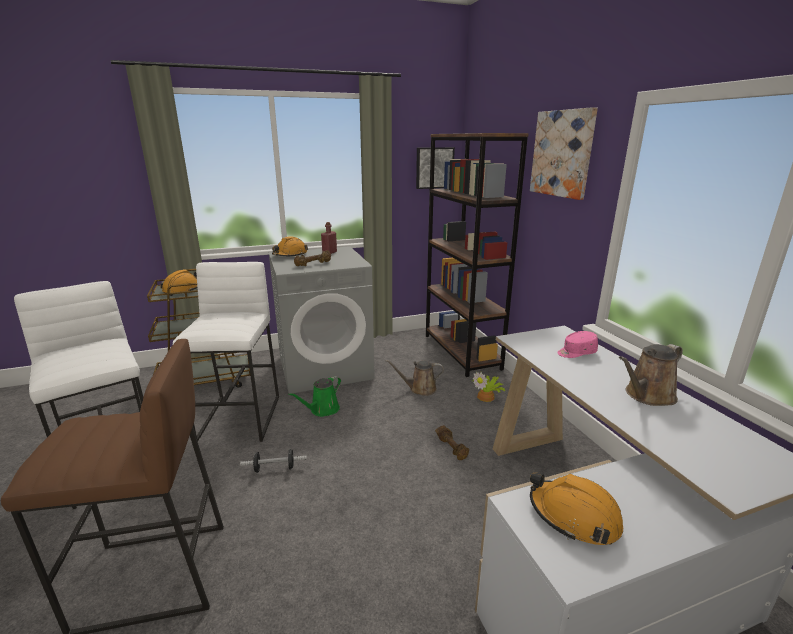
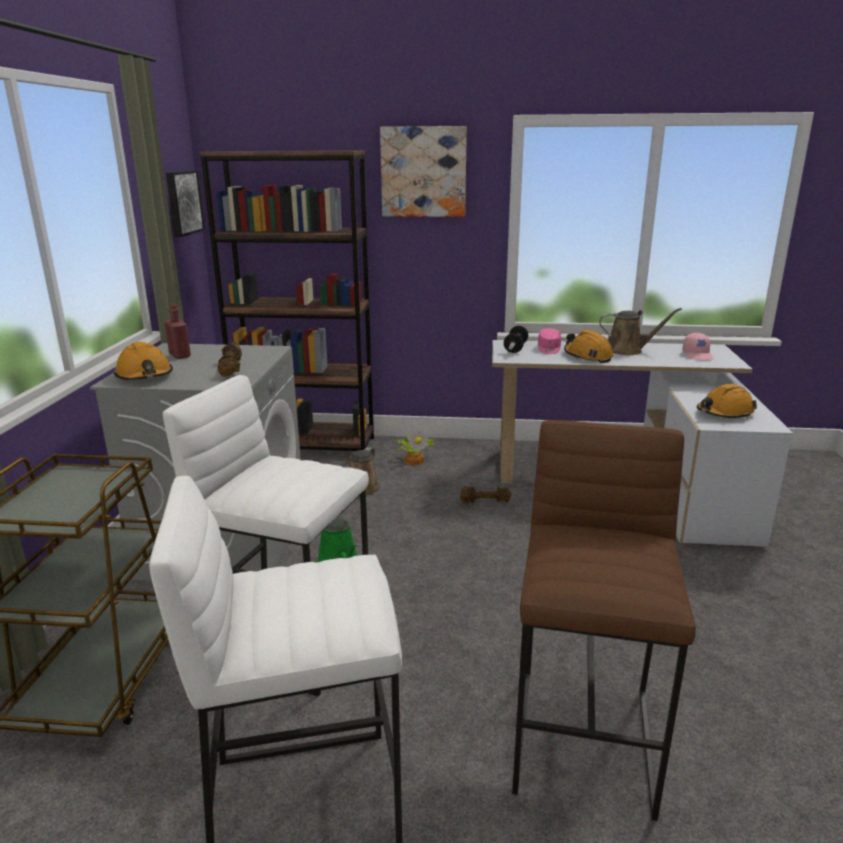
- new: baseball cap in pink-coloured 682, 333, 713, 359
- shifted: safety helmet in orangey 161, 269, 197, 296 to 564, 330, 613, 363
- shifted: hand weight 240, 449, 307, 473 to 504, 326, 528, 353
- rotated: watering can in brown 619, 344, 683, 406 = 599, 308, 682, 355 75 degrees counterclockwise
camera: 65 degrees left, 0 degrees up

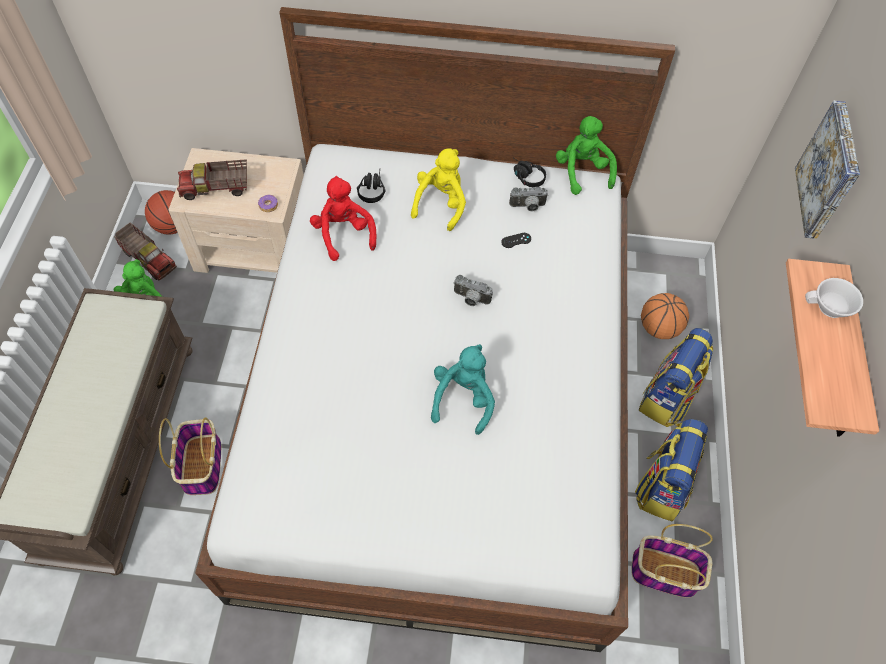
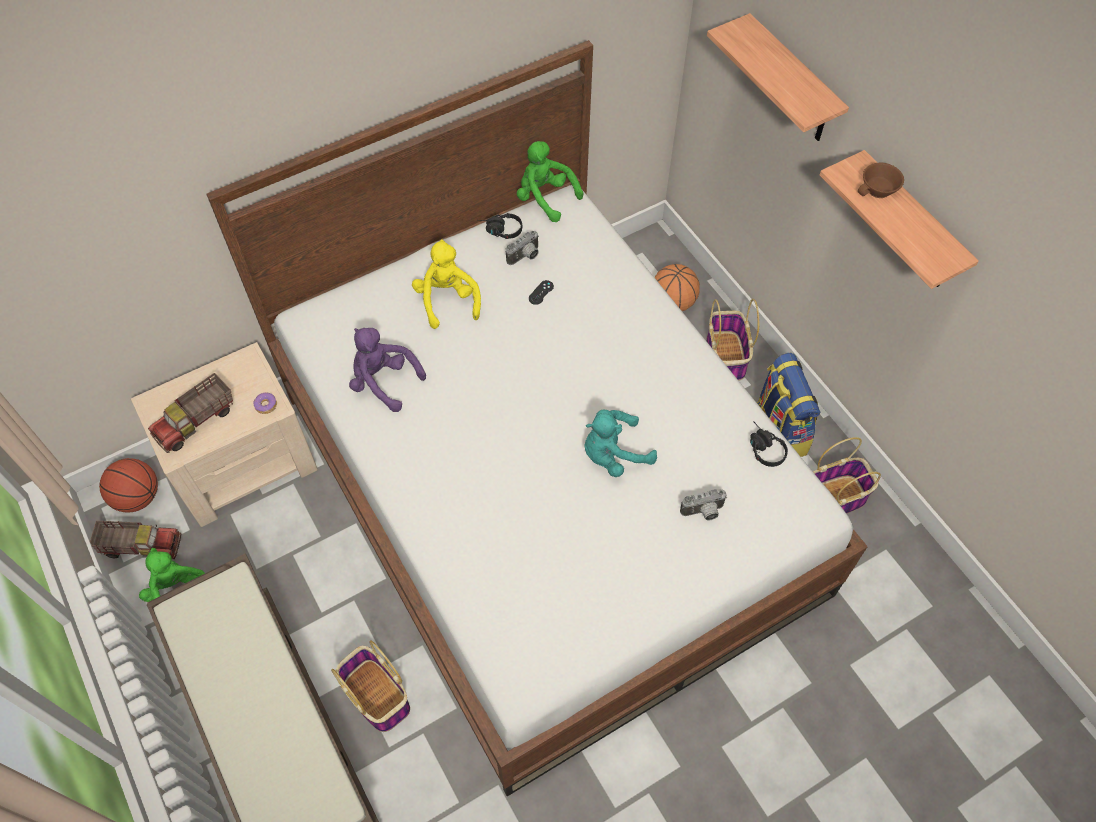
- shifted: headset in black 357, 171, 385, 203 to 750, 421, 788, 467
- shifted: still camera 453, 275, 493, 306 to 680, 489, 727, 521
- swapped: rucksack 639, 328, 713, 427 to storage basket 706, 299, 759, 381
- swapped: wall picture 795, 101, 860, 239 to bracket shelf 707, 13, 849, 141
- repainted: plush toy in reddish 310, 176, 377, 261 to plush toy in purple 349, 328, 426, 412
- repainted: cup in whitish 805, 278, 863, 318 to cup in brown 858, 163, 904, 198
- rotated: plush toy in blue-green 431, 344, 495, 435 = 584, 410, 657, 477 90 degrees counterclockwise
camera: 35 degrees left, 0 degrees up

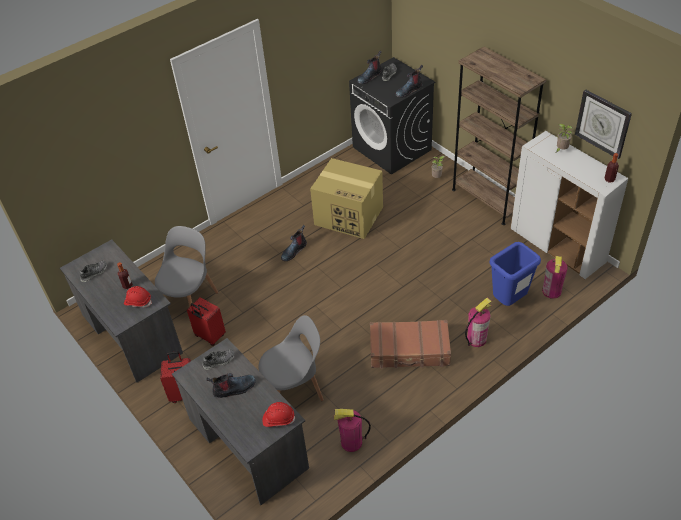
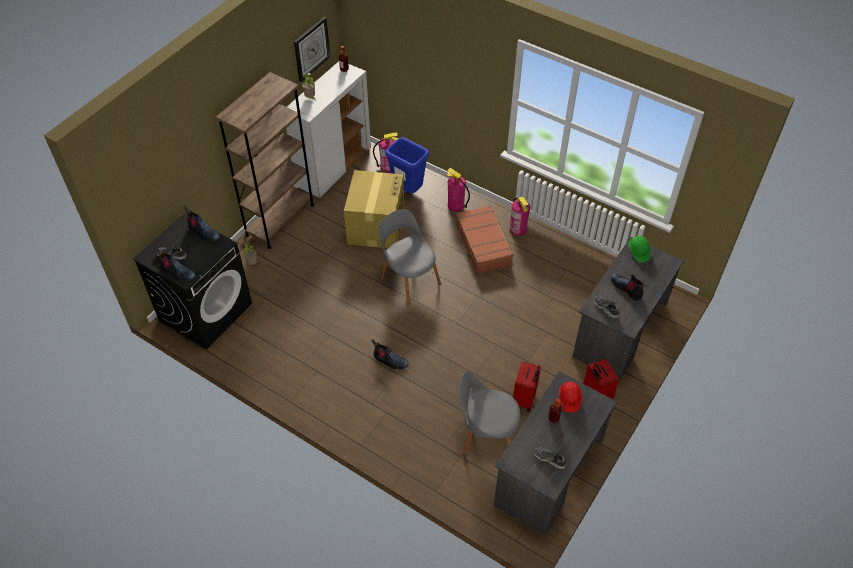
- shifted: upright chair in greyish 258, 315, 324, 401 to 378, 209, 441, 306
- shifted: carton 310, 158, 383, 239 to 344, 170, 404, 248
- shifted: fire extinguisher 334, 409, 371, 452 to 510, 197, 530, 236
- repainted: safety helmet in reddish 262, 402, 295, 427 to safety helmet in greenish 628, 236, 651, 262
camera: 110 degrees left, 5 degrees up

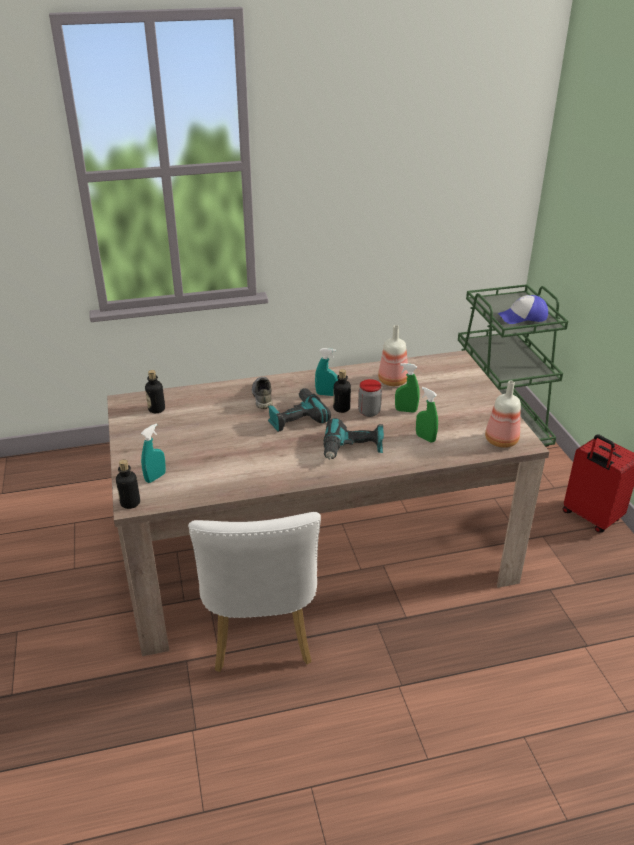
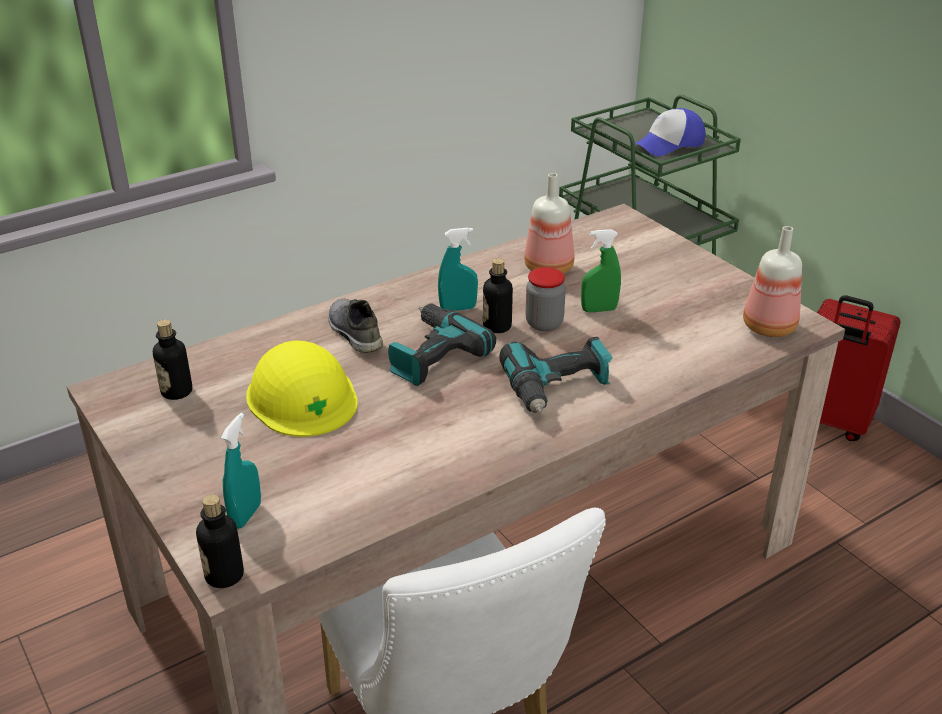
- gone: spray bottle in greenish 416, 387, 438, 443
- new: safety helmet in yellowish 246, 341, 358, 437
camera: 20 degrees left, 0 degrees up

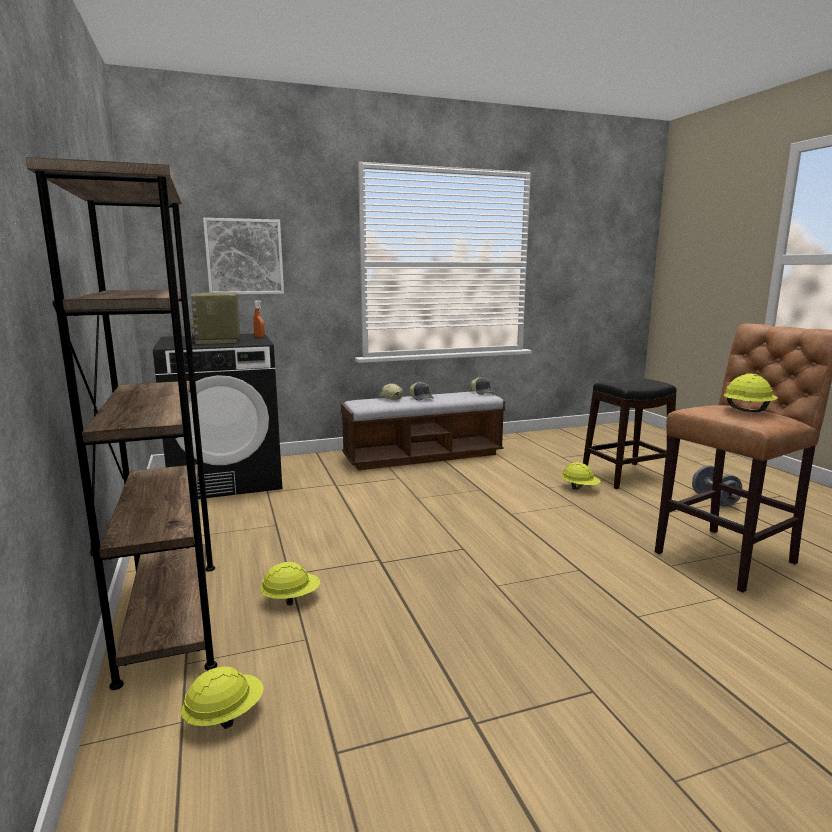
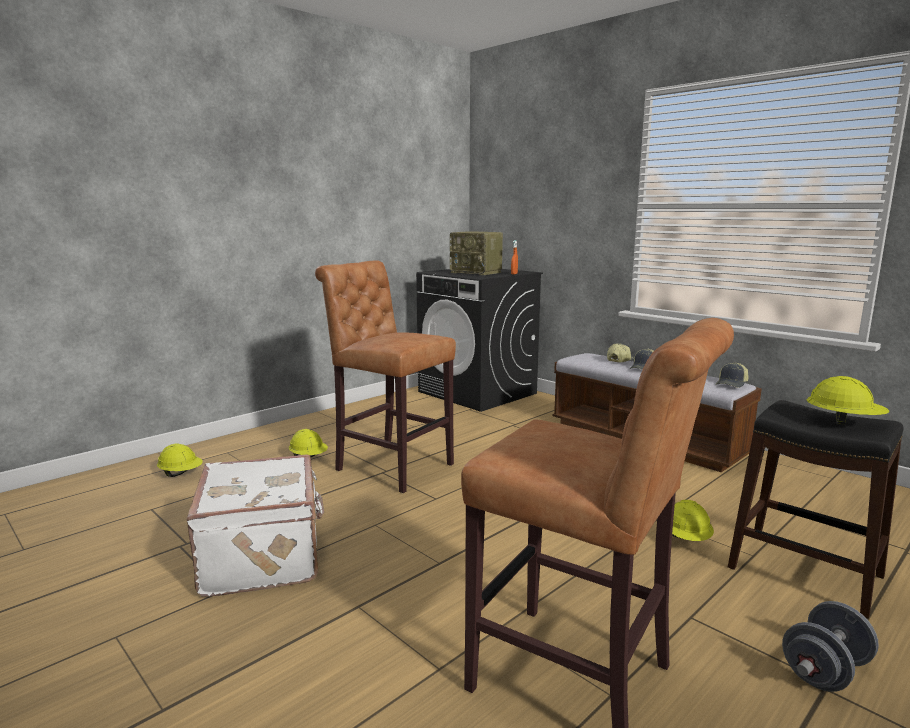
- gone: shelving unit in brown 26, 157, 217, 690
- gone: wall picture 203, 218, 284, 294
- new: piece of luggage in whitish 186, 454, 324, 597
- new: sitting stool in brown 315, 260, 456, 493
- shifted: safety helmet in yellowish 723, 373, 778, 412 to 807, 376, 889, 425
- rotated: radio 191, 292, 240, 344 = 450, 231, 503, 275 105 degrees counterclockwise
camera: 65 degrees right, 0 degrees up

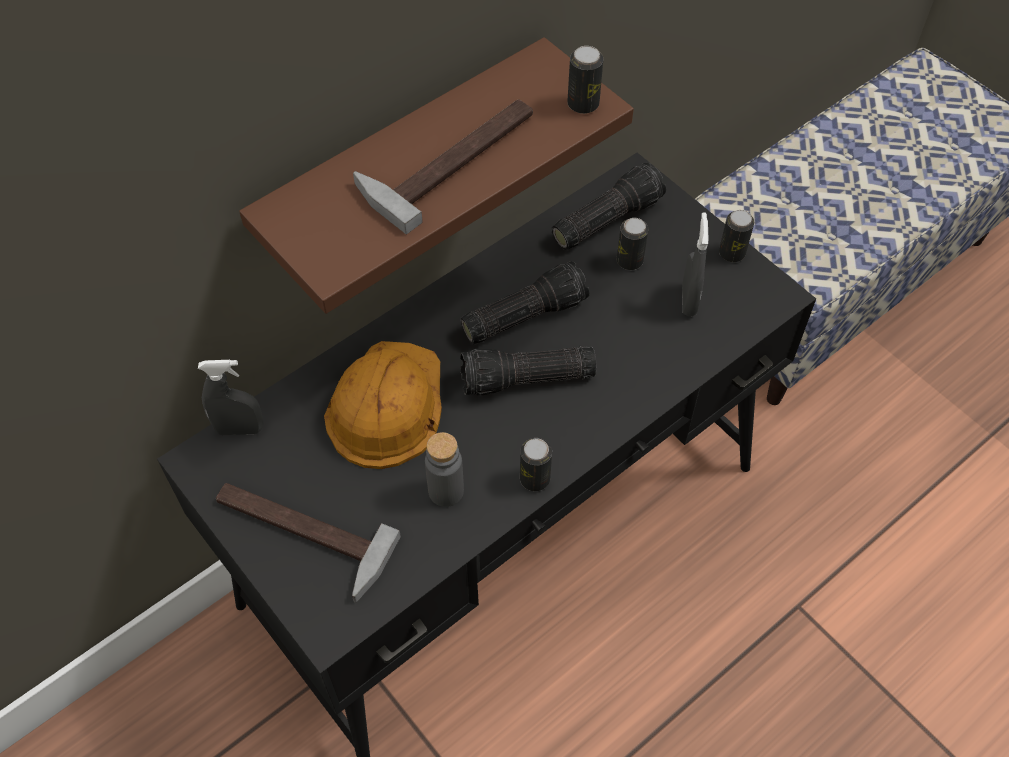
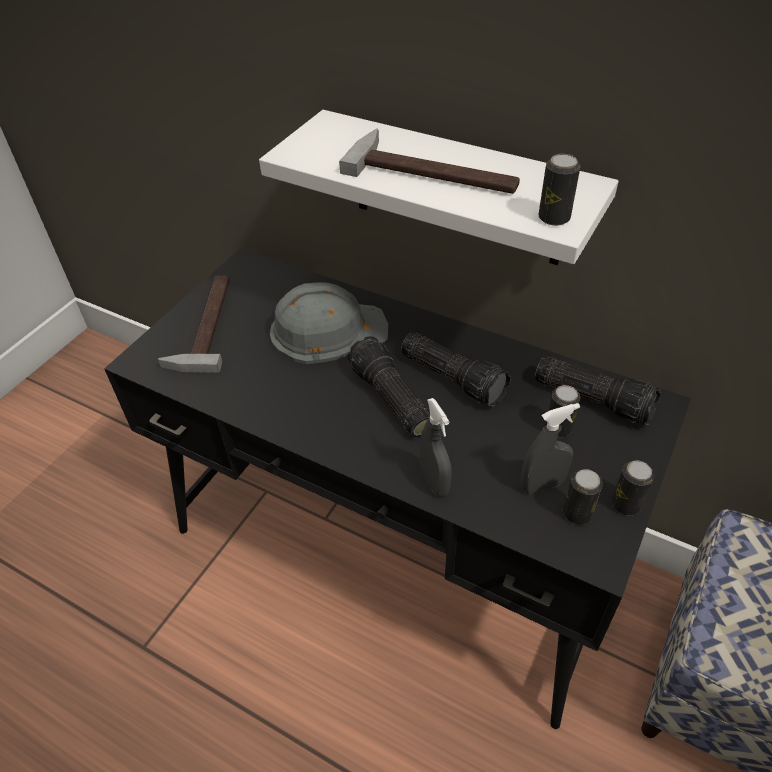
- gone: beverage bottle in greyish 425, 432, 464, 507
- shifted: spray bottle in greyish 198, 360, 263, 435 to 420, 398, 452, 498
- shifted: can 520, 438, 552, 491 to 563, 469, 603, 525
- repainted: bracket shelf in brown 239, 37, 634, 314 to bracket shelf in whitish 259, 110, 619, 265
- repainted: safety helmet in orangey 324, 341, 442, 469 to safety helmet in greyish 270, 282, 388, 364
camera: 70 degrees right, 10 degrees down

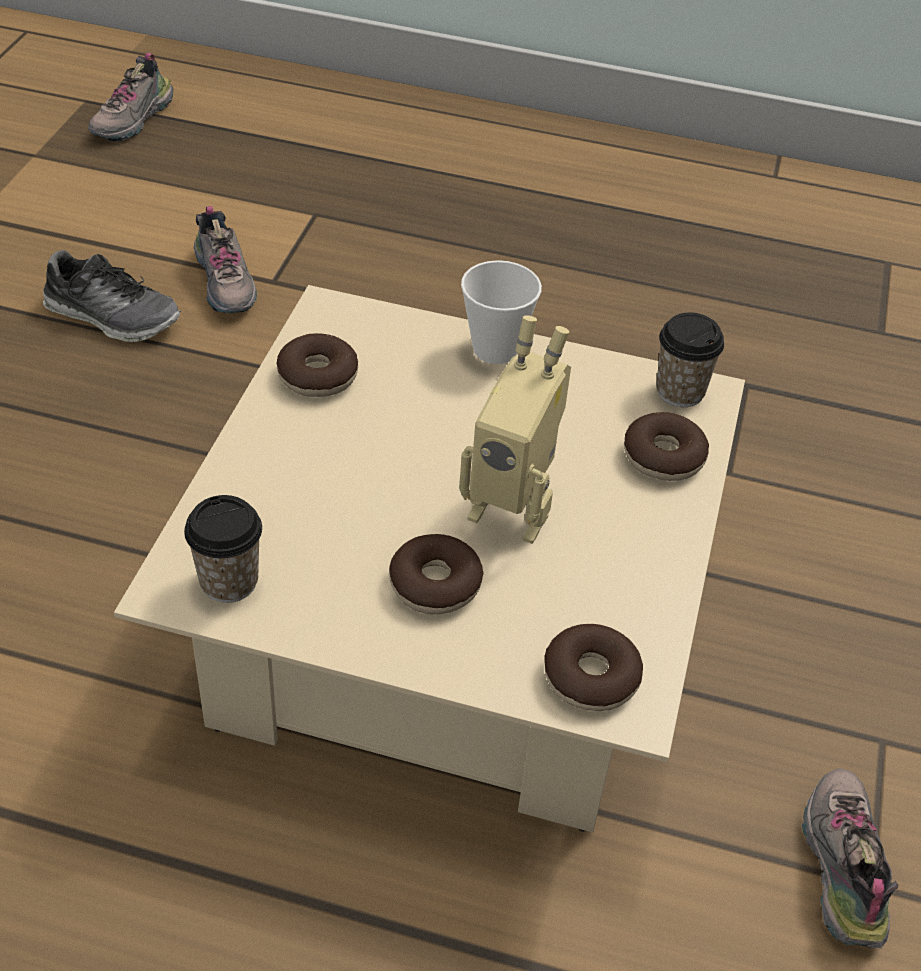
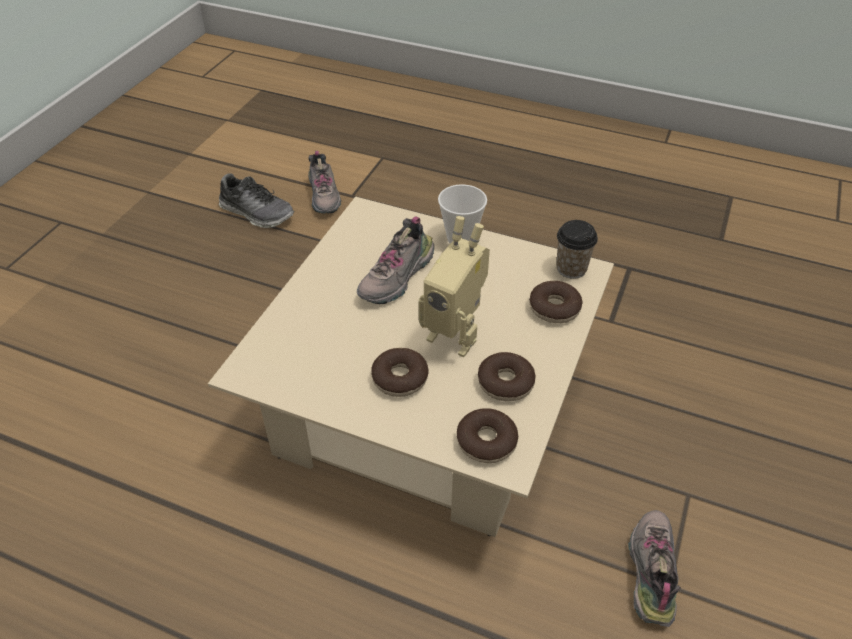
- gone: cup 184, 495, 262, 603
- shifted: shoe 88, 53, 173, 142 to 357, 216, 434, 304
- shifted: doughnut 277, 333, 358, 397 to 478, 352, 536, 401
camera: 10 degrees right, 0 degrees up

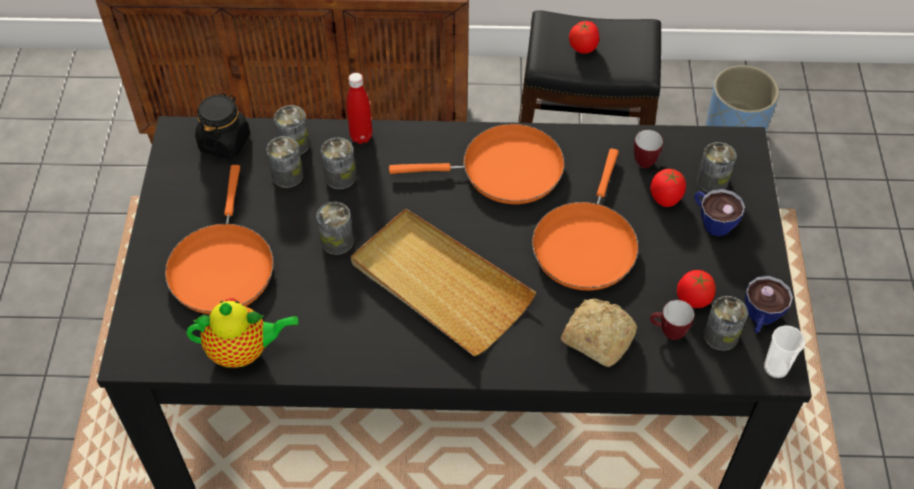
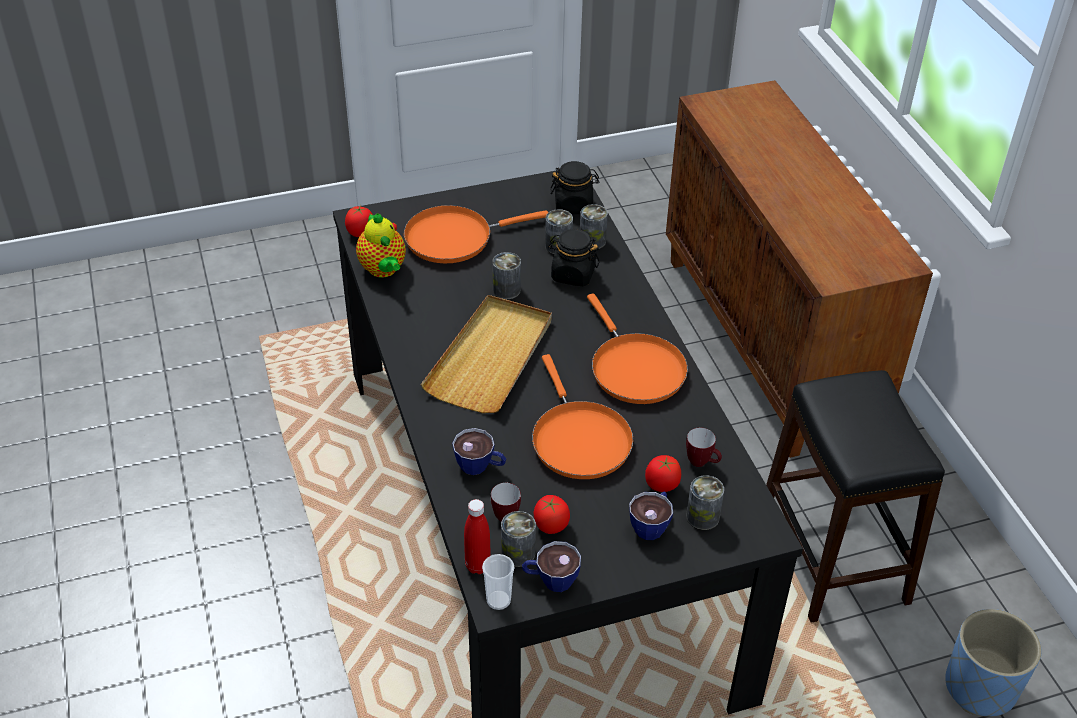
- shifted: beverage bottle in reddish 347, 73, 372, 144 to 464, 499, 491, 574
- shifted: tomato 569, 20, 599, 54 to 345, 205, 373, 237
- swapped: can 321, 138, 356, 189 to preserve jar in black 548, 229, 600, 286
- swapped: baked bread 561, 299, 637, 367 to cup 452, 428, 506, 475
- rotated: pan in orangey 532, 148, 639, 290 = 532, 354, 634, 479 105 degrees counterclockwise
camera: 70 degrees right, 10 degrees down

